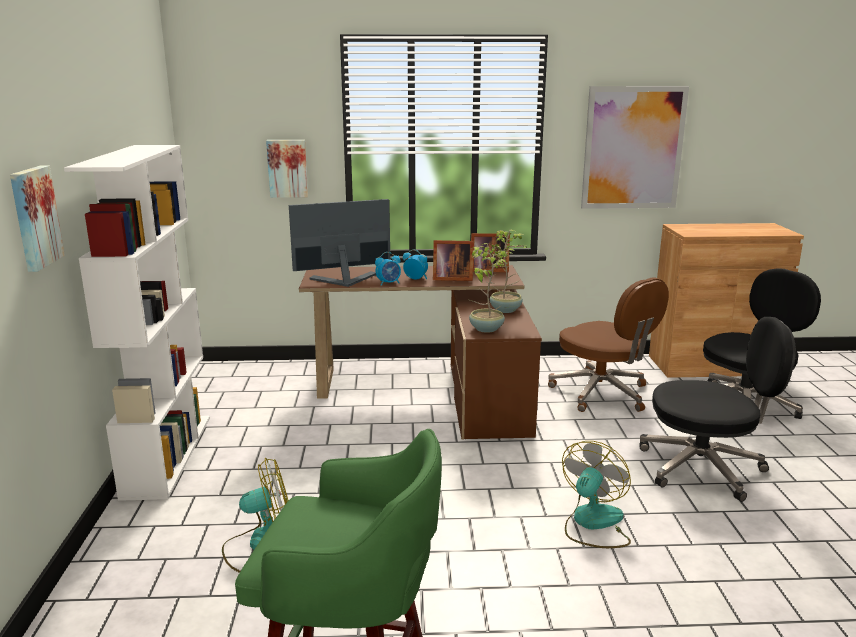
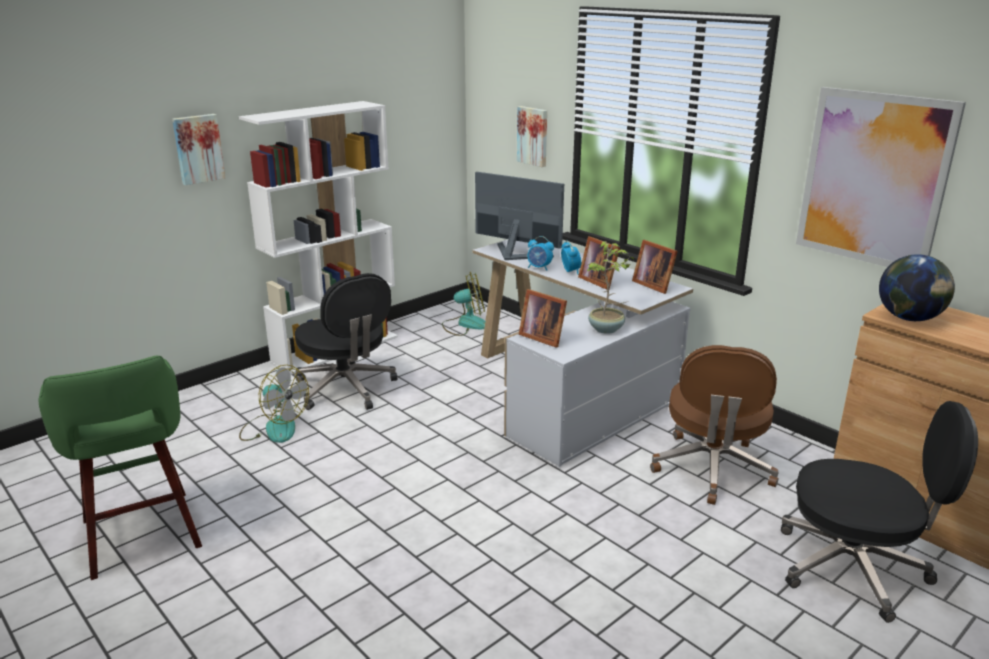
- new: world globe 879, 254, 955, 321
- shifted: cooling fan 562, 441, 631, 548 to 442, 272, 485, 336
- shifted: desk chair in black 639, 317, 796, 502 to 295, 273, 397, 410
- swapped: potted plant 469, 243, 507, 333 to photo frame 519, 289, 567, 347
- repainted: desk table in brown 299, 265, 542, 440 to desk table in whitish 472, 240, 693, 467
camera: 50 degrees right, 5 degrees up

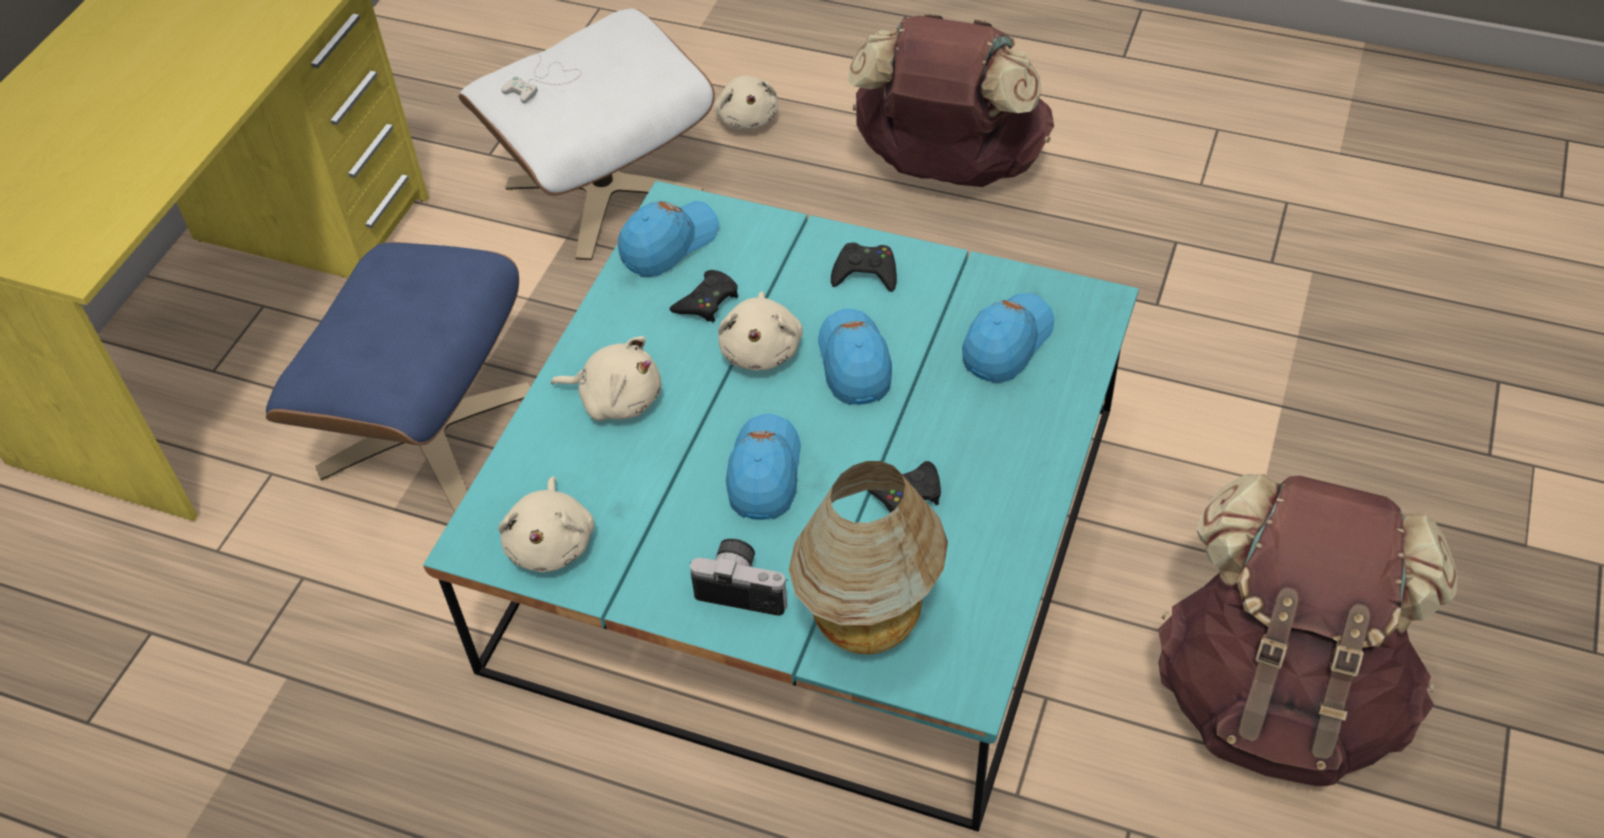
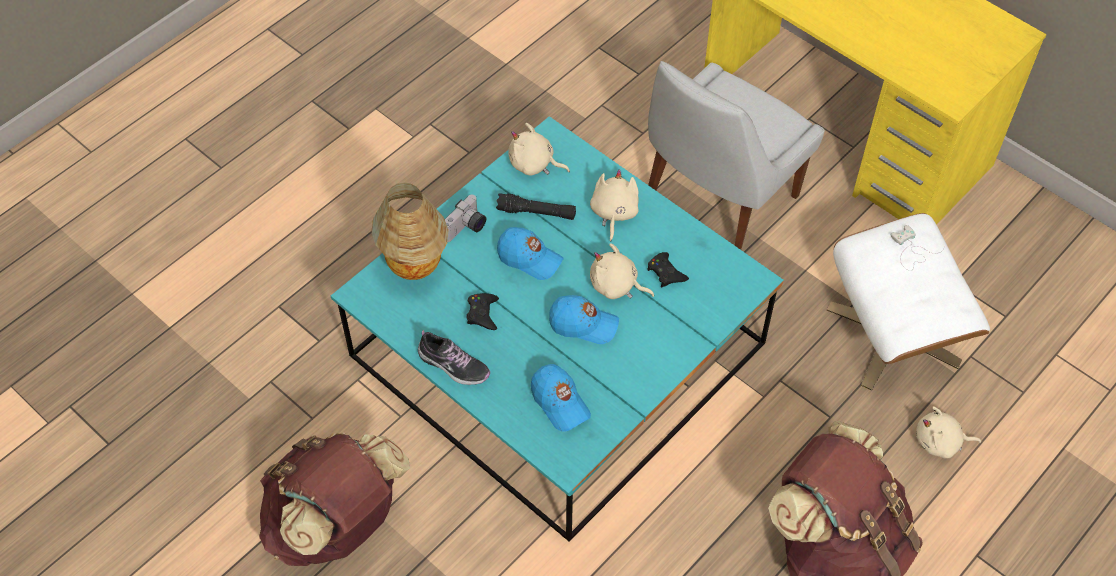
- gone: baseball cap in blue-coloured 618, 201, 719, 277
- gone: game controller in black 831, 243, 897, 292
- new: shoe 418, 330, 490, 385
- new: hand torch in black 496, 193, 576, 220
- swapped: pouffe in blue-coloured 266, 242, 531, 512 to upright chair in whitish 648, 61, 825, 250
- rotated: plush toy in beige 551, 336, 661, 421 = 590, 169, 639, 242 150 degrees clockwise
camera: 110 degrees right, 5 degrees up

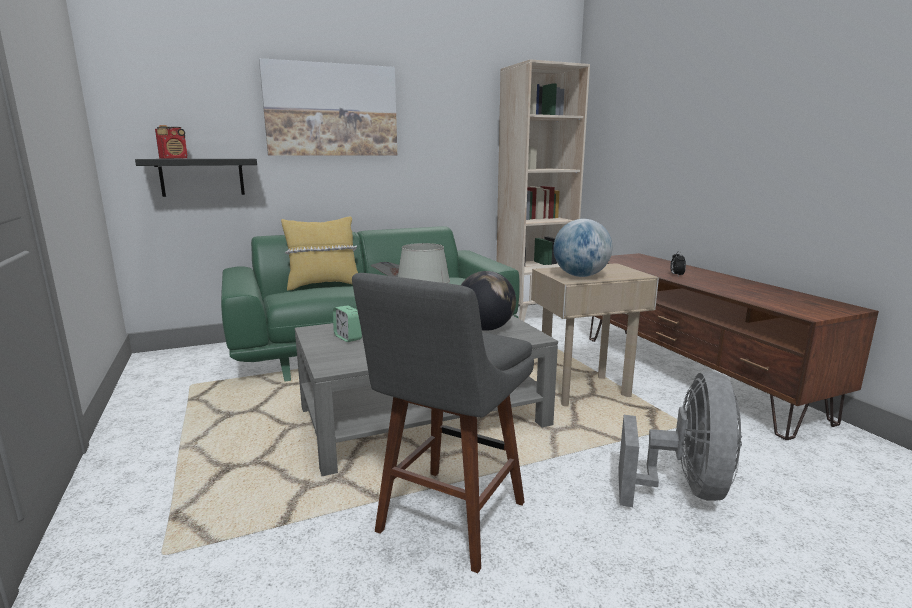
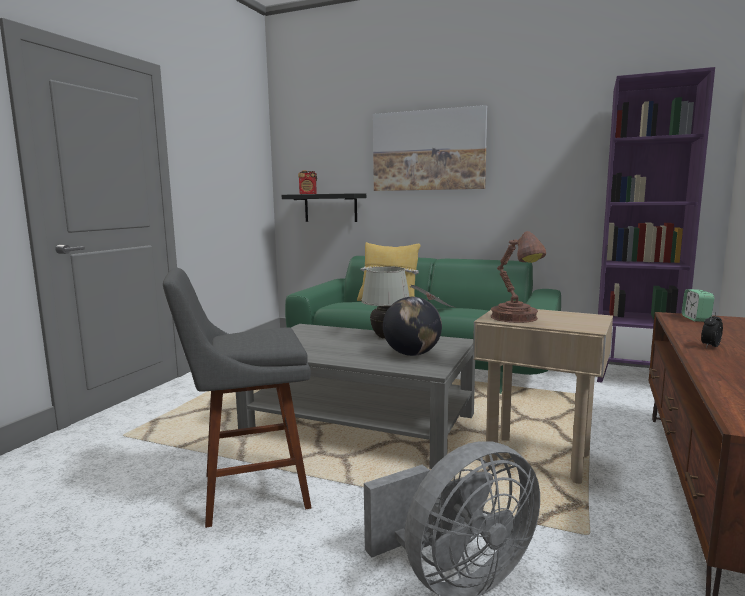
- shifted: bedside clock 333, 305, 362, 342 to 682, 289, 714, 322
- swapped: world globe 553, 219, 612, 277 to tabletop lamp in brown 491, 231, 546, 323
- repainted: shelving unit in beige 497, 59, 590, 321 to shelving unit in purple 597, 67, 715, 383
camera: 45 degrees right, 5 degrees down

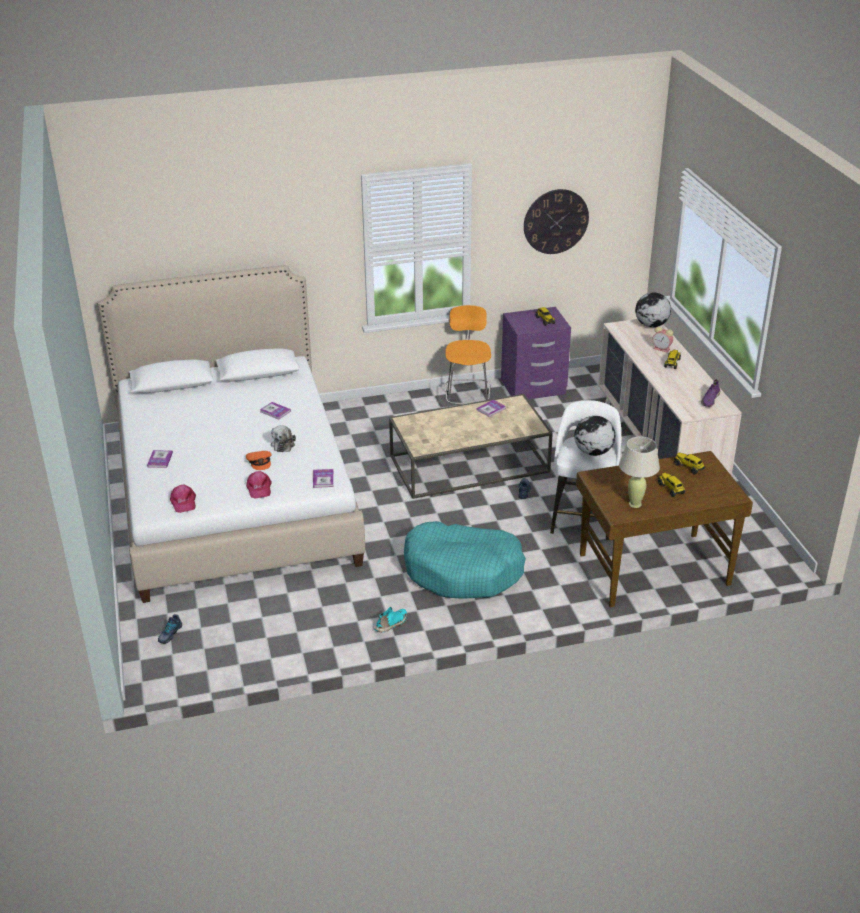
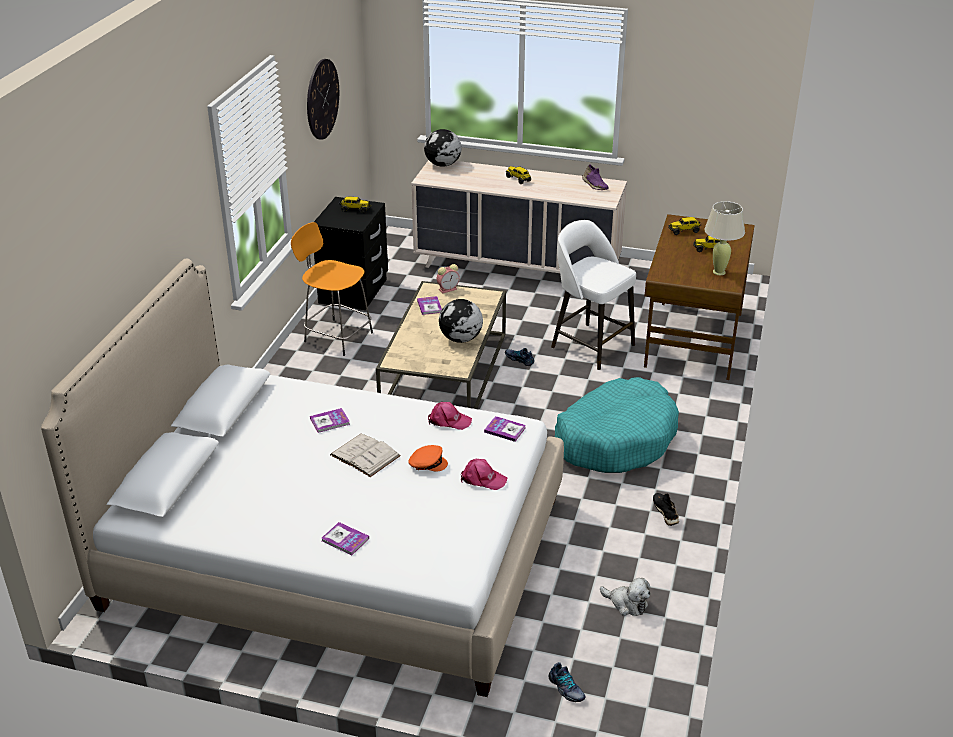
- new: book in whitish 330, 434, 401, 477
- shifted: baseball cap in pink-coloured 170, 485, 196, 513 to 428, 402, 472, 430
- shifted: plush toy 271, 425, 296, 452 to 600, 578, 650, 616
- shifted: world globe 574, 416, 615, 456 to 439, 299, 483, 343
- shifted: bedside clock 653, 326, 673, 352 to 437, 264, 460, 293
- repainted: shoe in blue-green 374, 606, 407, 632 to shoe in black 653, 493, 679, 526
- repainted: nightstand in purple 501, 307, 571, 400 to nightstand in black 314, 197, 388, 310
camera: 60 degrees left, 0 degrees up

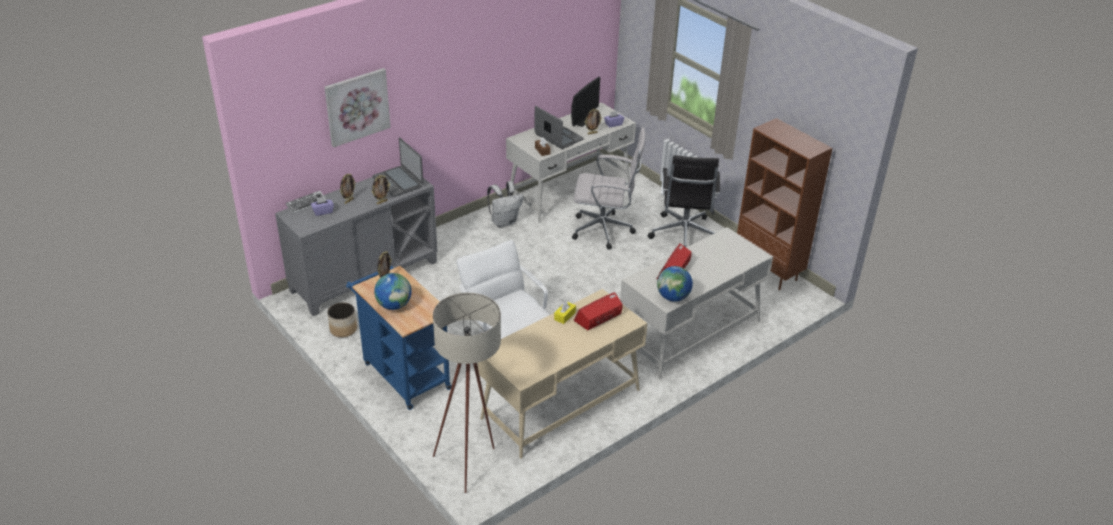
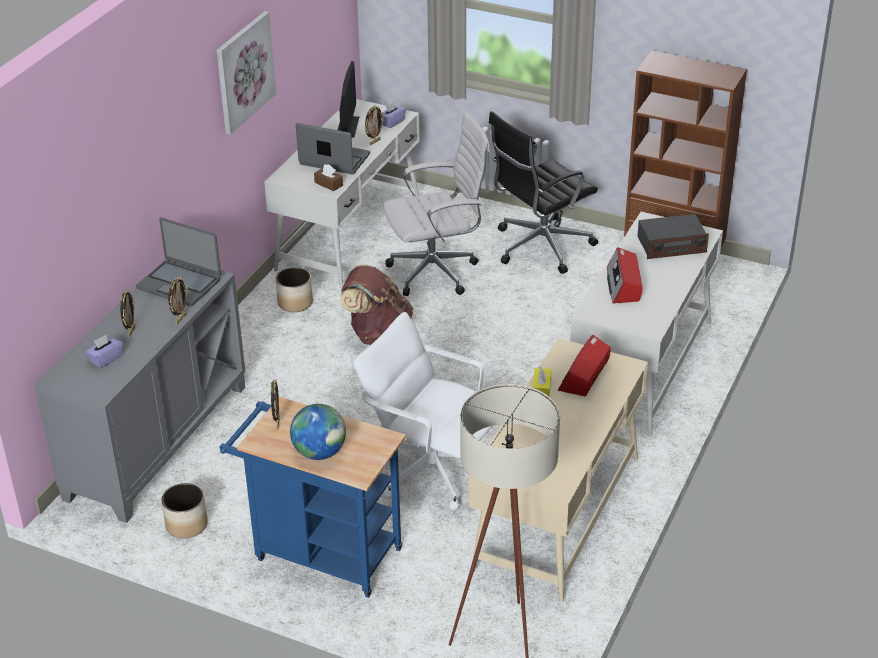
- gone: PC keyboard 285, 191, 324, 214
- gone: world globe 657, 266, 693, 302
- new: rucksack in brown 341, 264, 413, 345
- new: radio 637, 214, 709, 259
- shifted: wall picture 324, 68, 391, 147 to 217, 11, 276, 135
- swapped: rucksack in whitish 487, 181, 523, 227 to plant pot 276, 267, 313, 312
- rotated: desk chair in black 648, 155, 720, 247 = 489, 111, 598, 274 75 degrees clockwise
camera: 25 degrees left, 0 degrees up

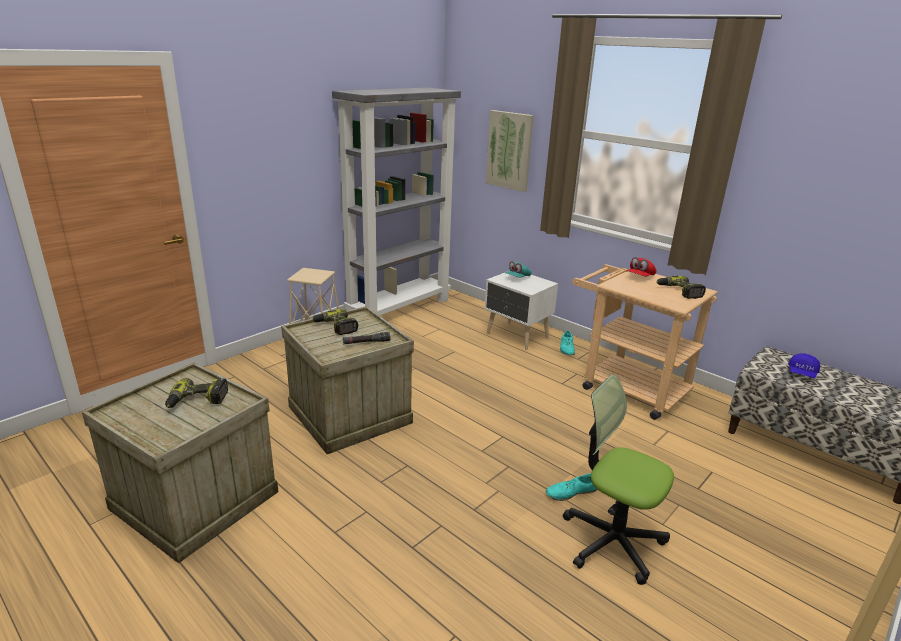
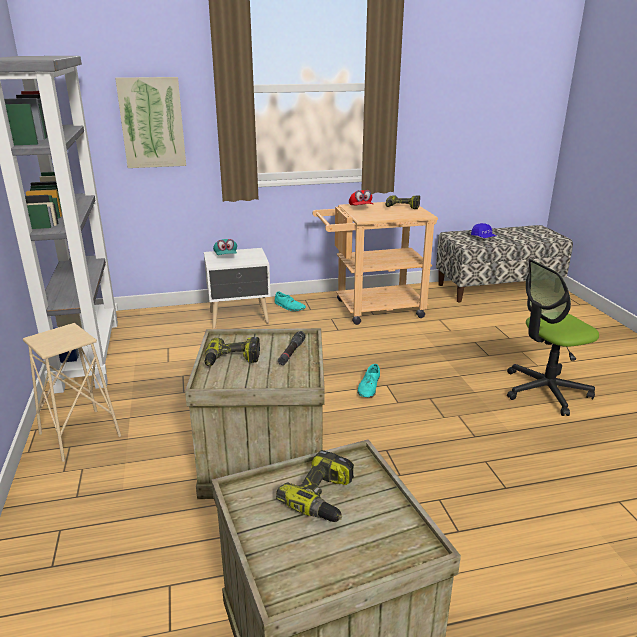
- shifted: shoe in blue-green 546, 474, 597, 501 to 357, 364, 380, 398
camera: 55 degrees left, 0 degrees up

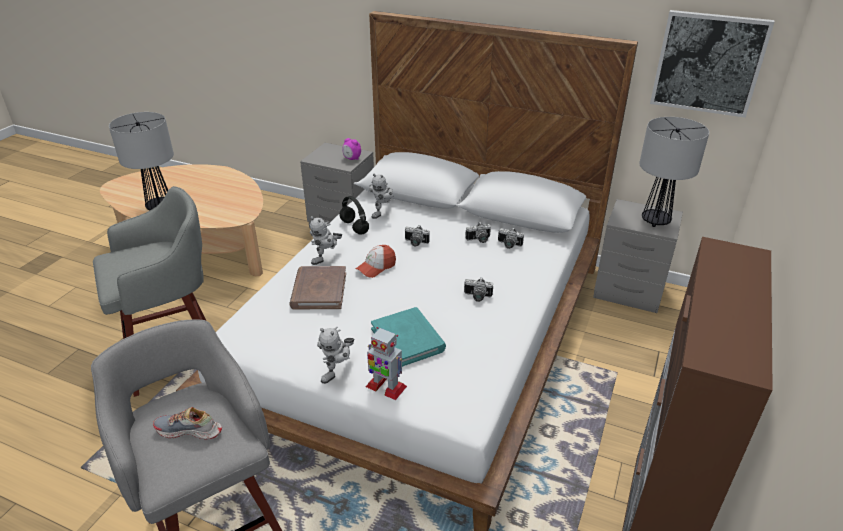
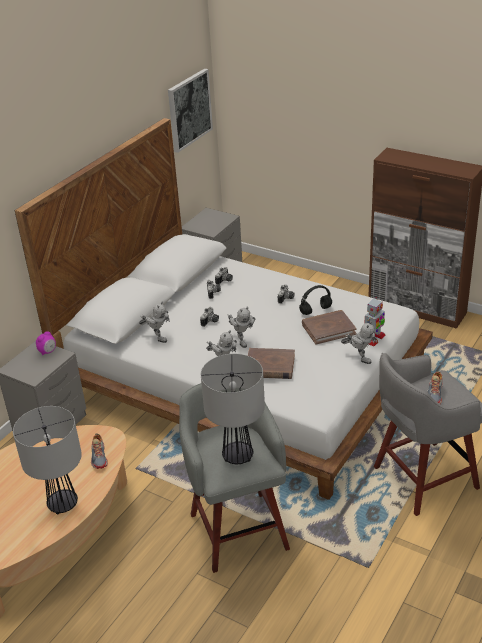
- new: shoe 91, 433, 108, 469
- shifted: headset in black 339, 196, 369, 235 to 299, 285, 332, 315
- shifted: tabletop lamp 639, 117, 709, 227 to 201, 354, 265, 464
- swapped: baseball cap 356, 245, 396, 278 to model robot 228, 307, 255, 348
- repainted: book in blue-green 371, 307, 446, 367 to book in brown 302, 310, 357, 345
camera: 80 degrees left, 0 degrees up

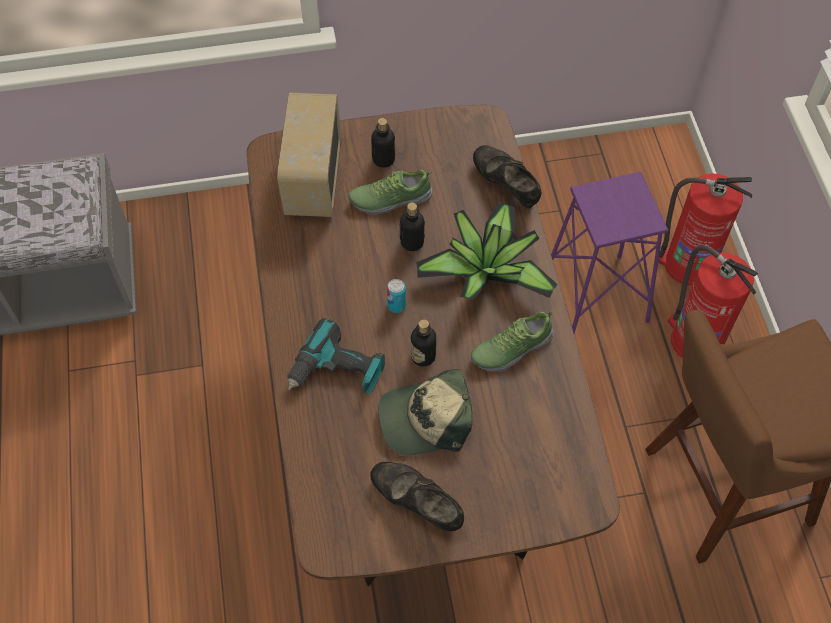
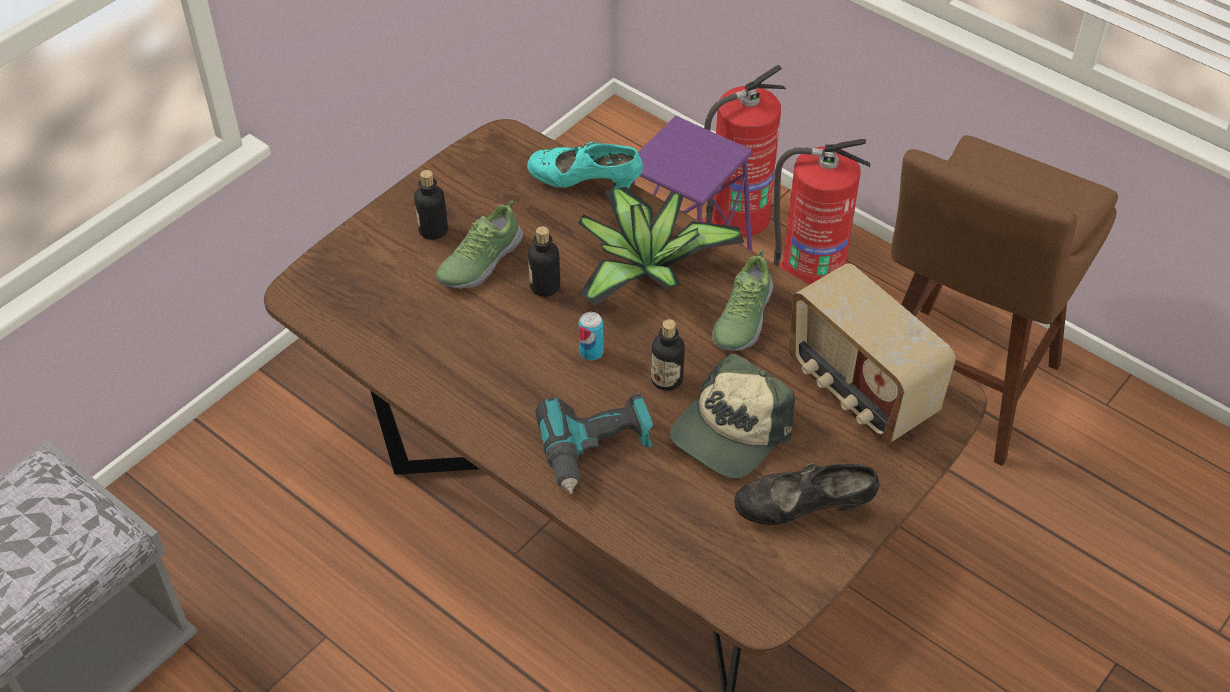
- shifted: radio 277, 93, 341, 217 to 788, 263, 956, 444
- repainted: shoe in black 473, 145, 541, 209 to shoe in blue-green 527, 141, 643, 189
camera: 40 degrees left, 10 degrees down

